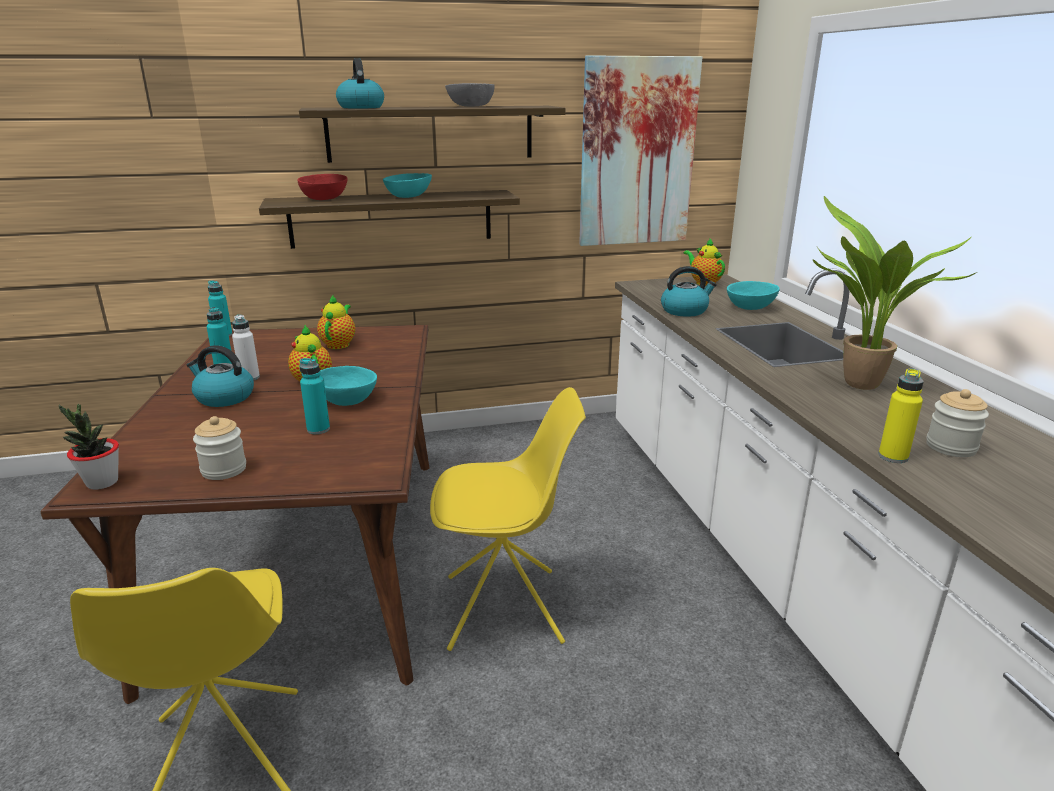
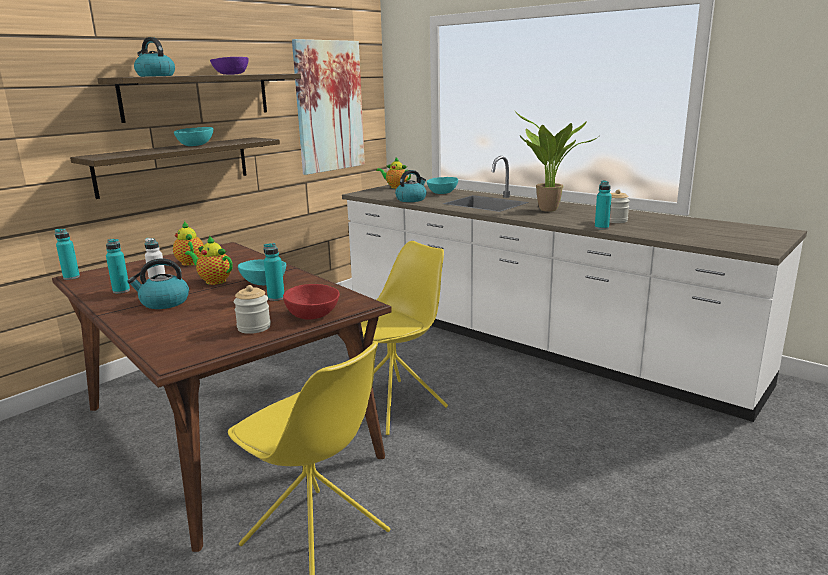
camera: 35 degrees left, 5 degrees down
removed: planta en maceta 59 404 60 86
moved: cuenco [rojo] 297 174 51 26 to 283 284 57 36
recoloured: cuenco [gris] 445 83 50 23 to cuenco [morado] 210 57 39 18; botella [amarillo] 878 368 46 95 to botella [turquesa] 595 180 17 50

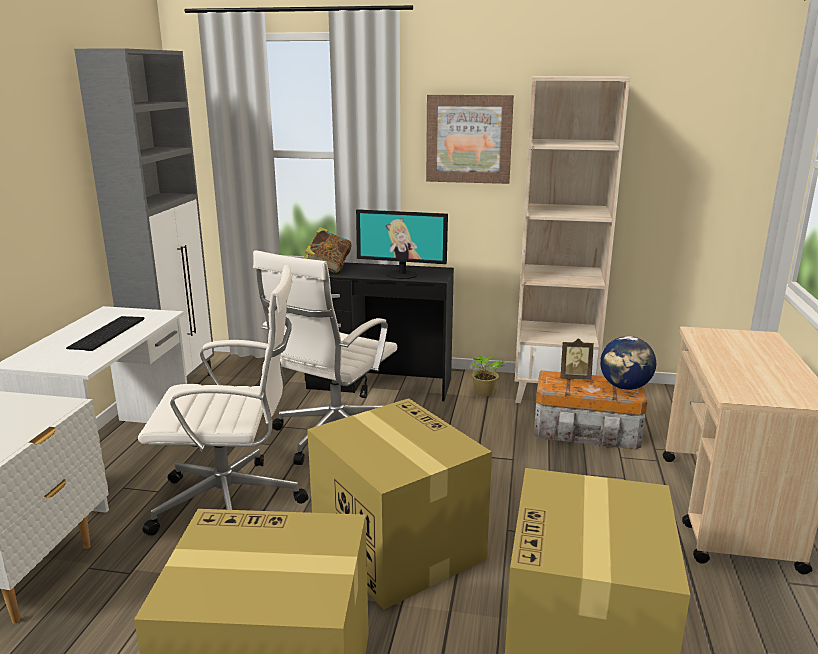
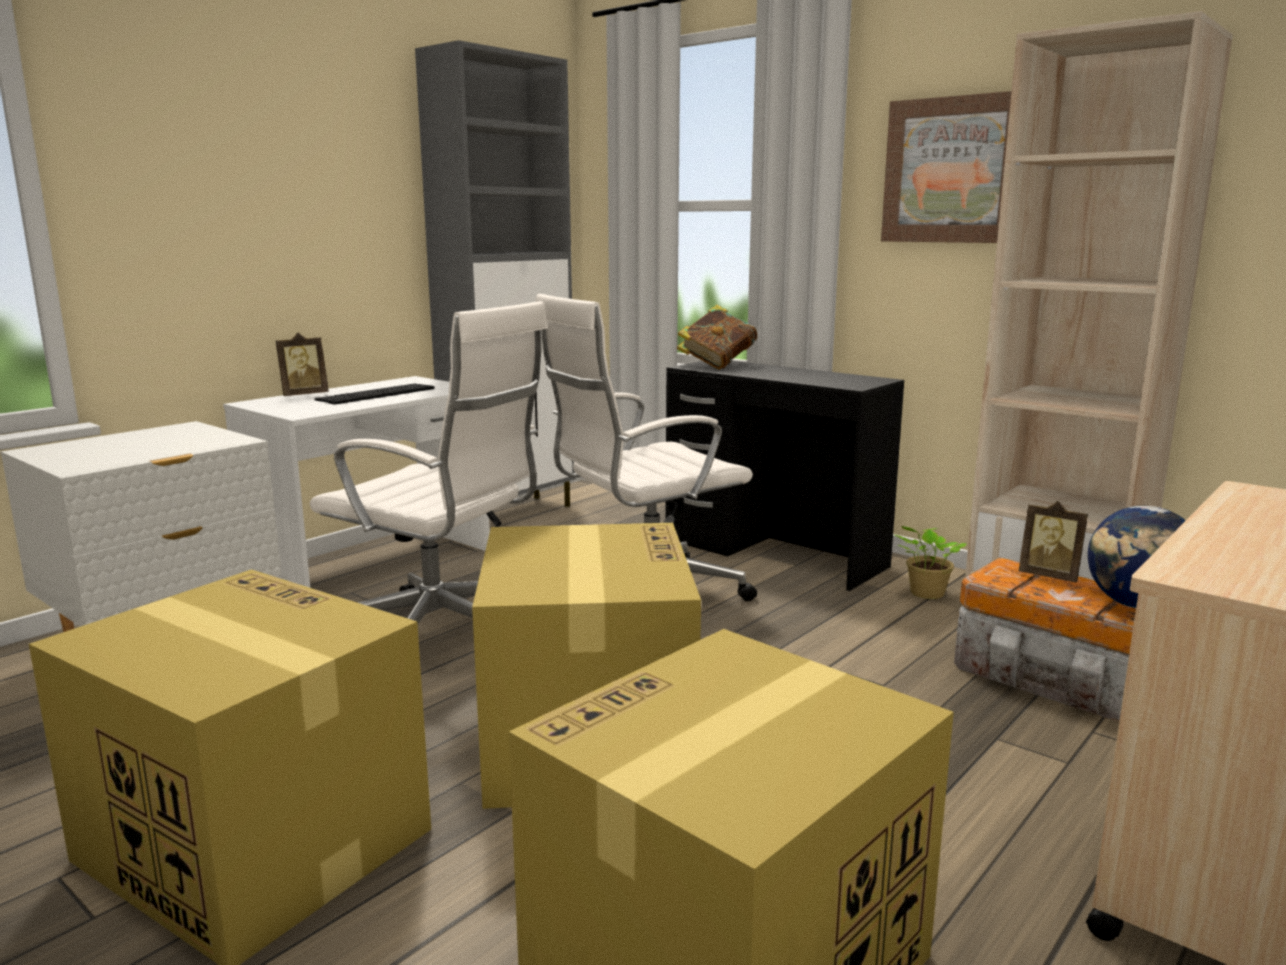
camera: 30 degrees right, 5 degrees down
removed: monitor 356 209 92 70
added: portarretratos 276 333 53 63

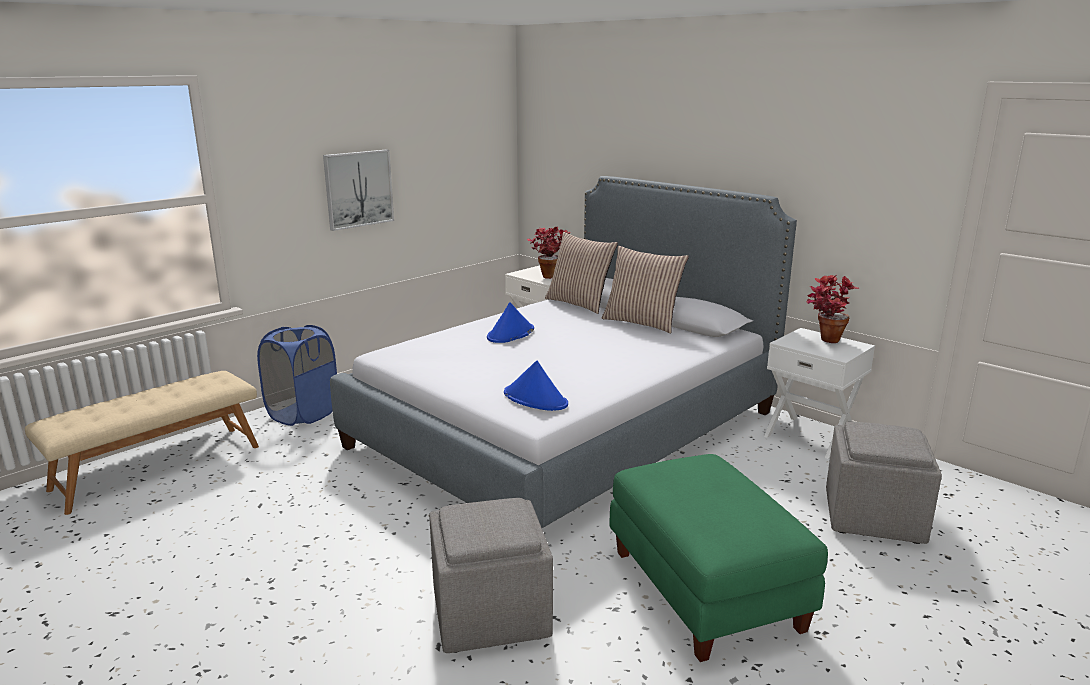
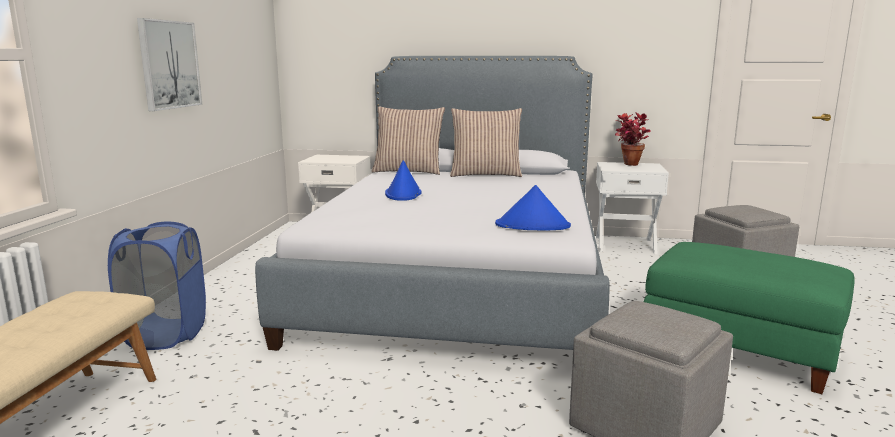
camera: 35 degrees left, 5 degrees down
removed: planta en maceta 527 227 44 52

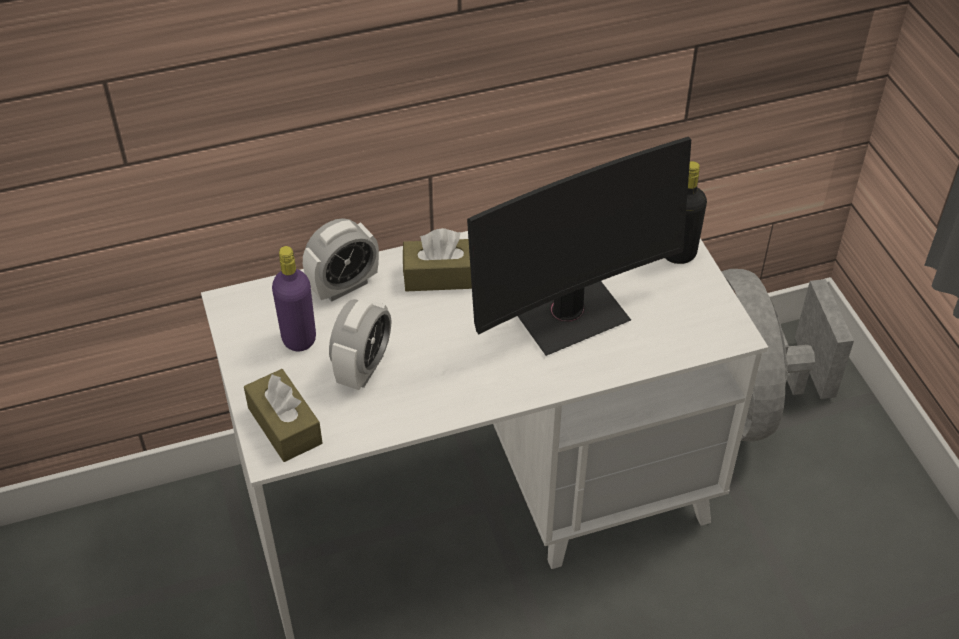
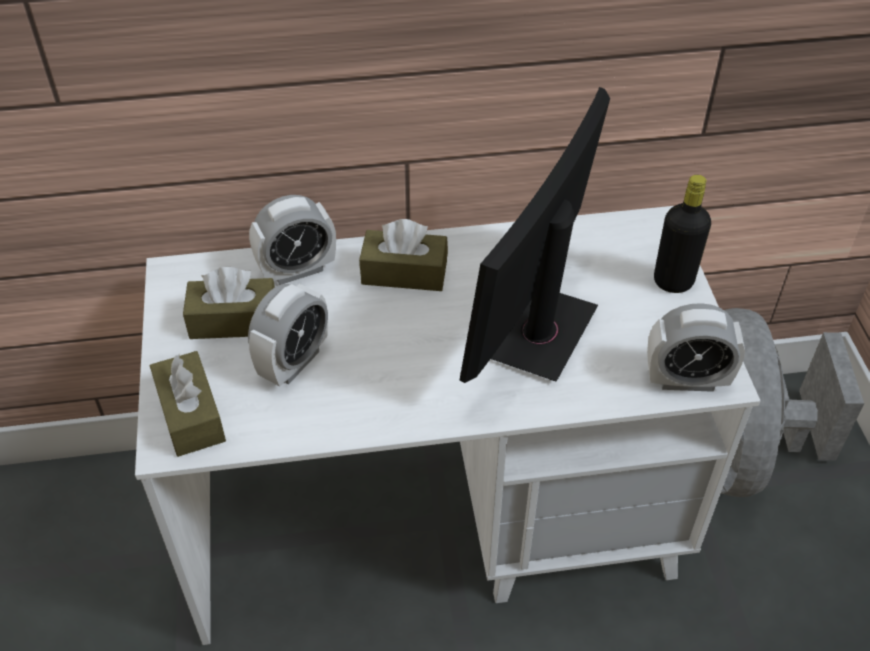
camera: 10 degrees right, 0 degrees up
added: despertador 647 303 98 89
replaced: botella [morado] 272 246 44 106 to caja de pañuelos [marrón] 183 267 92 72
turned: monitor 467 137 224 219 = 459 87 151 296 135 degrees clockwise

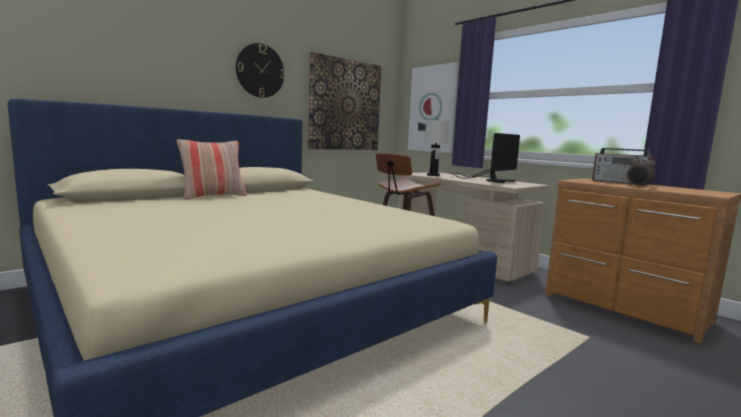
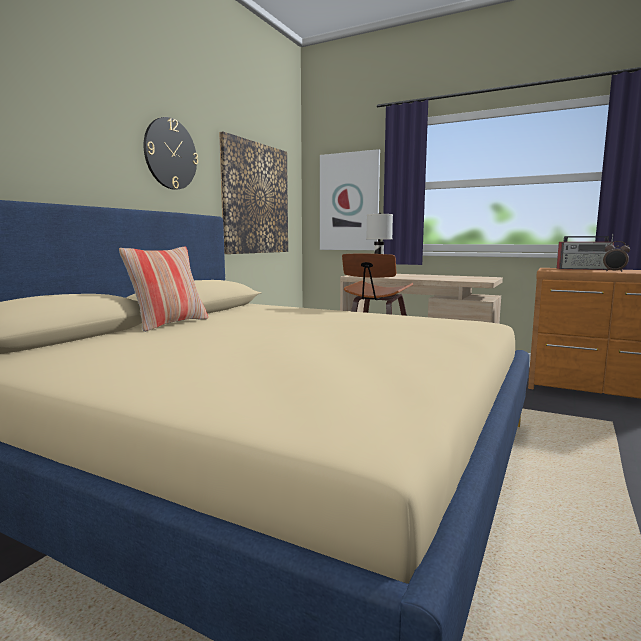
camera: 20 degrees left, 0 degrees up
removed: monitor 448 133 72 50

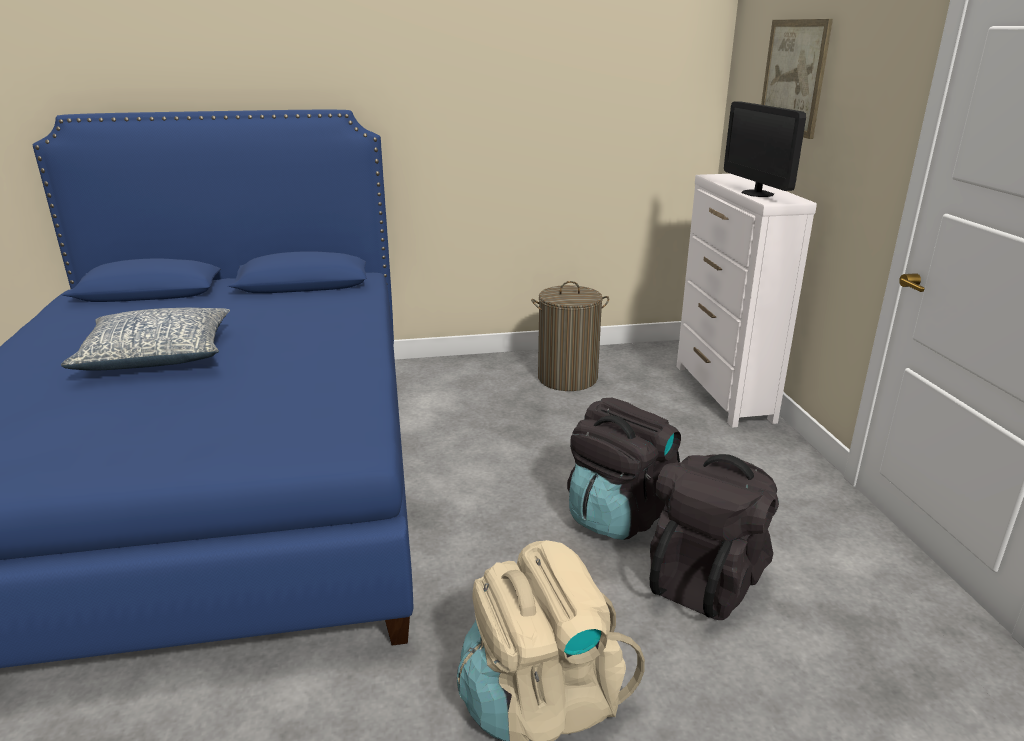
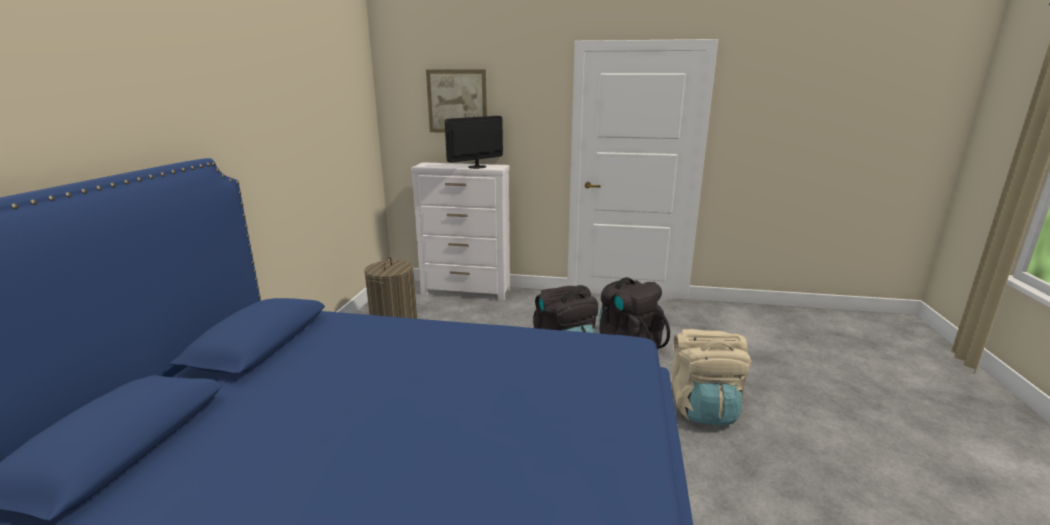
camera: 70 degrees left, 5 degrees down
removed: cojín 61 308 169 62
turned: monitor 724 101 82 96 = 445 116 58 53 135 degrees clockwise

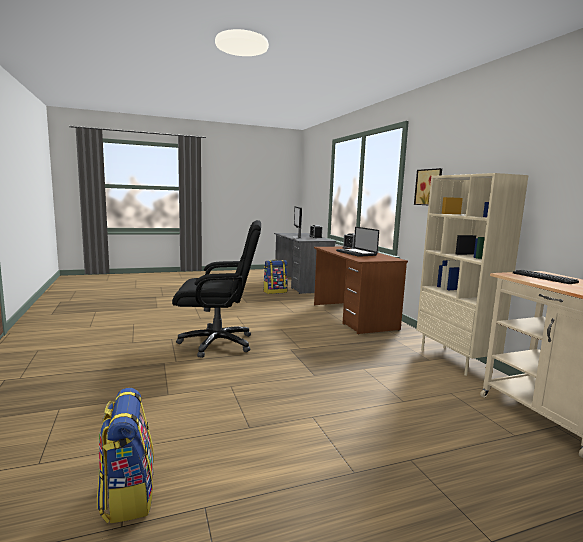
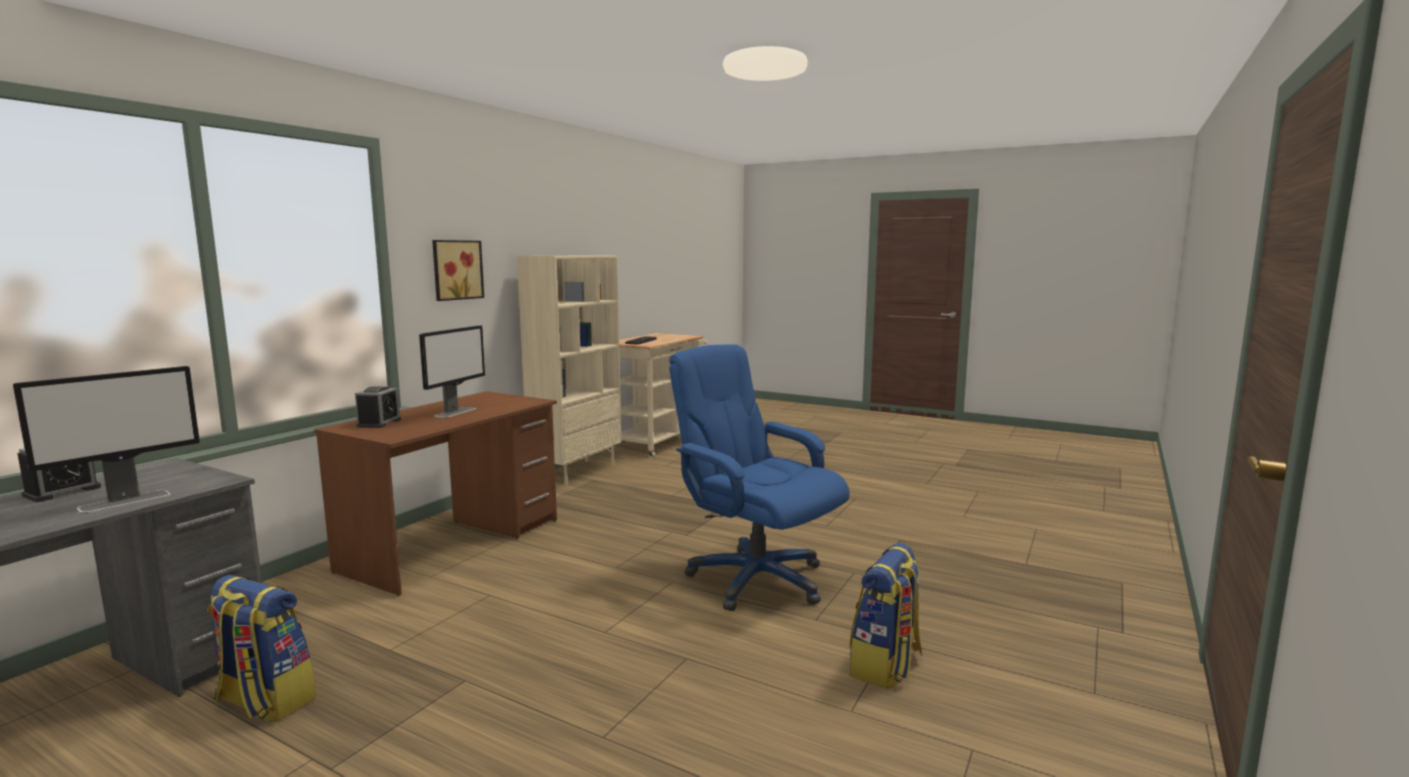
camera: 130 degrees left, 0 degrees up
moved: mochila 97 388 57 136 to 849 543 73 146
replaced: portátil 336 227 43 30 to monitor 419 325 66 93
recoloured: silla de oficina [negro] 172 220 89 138 to silla de oficina [azul] 669 344 181 267

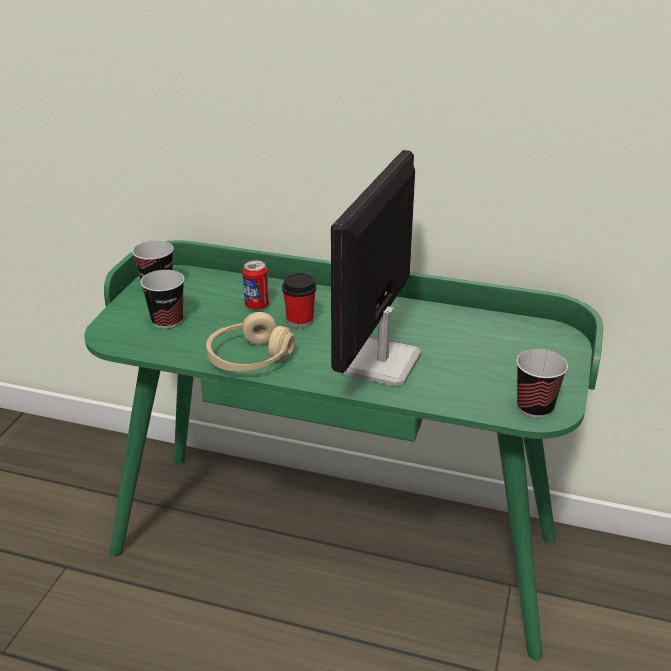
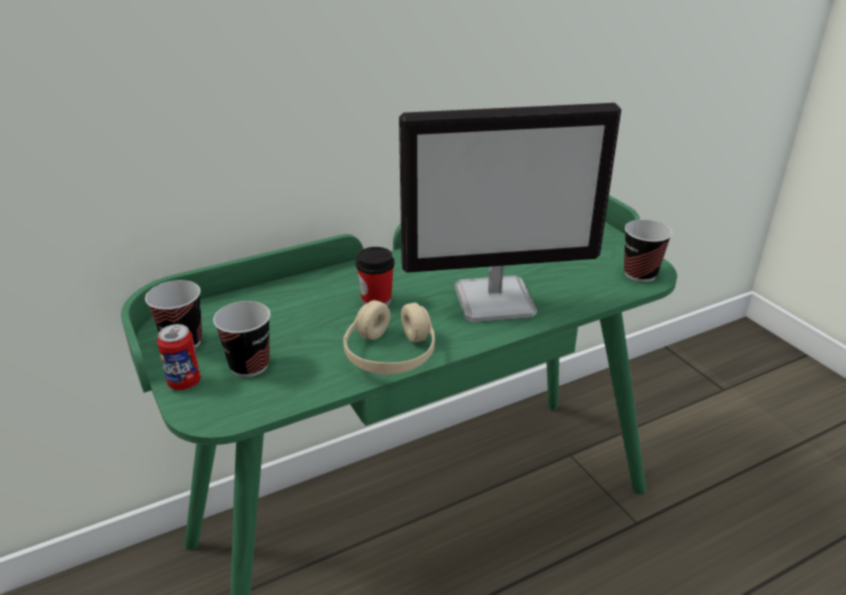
camera: 45 degrees left, 0 degrees up
moved: lata 243 260 26 50 to 157 324 44 66
turned: monitor 331 150 90 237 = 399 103 222 219 75 degrees counterclockwise

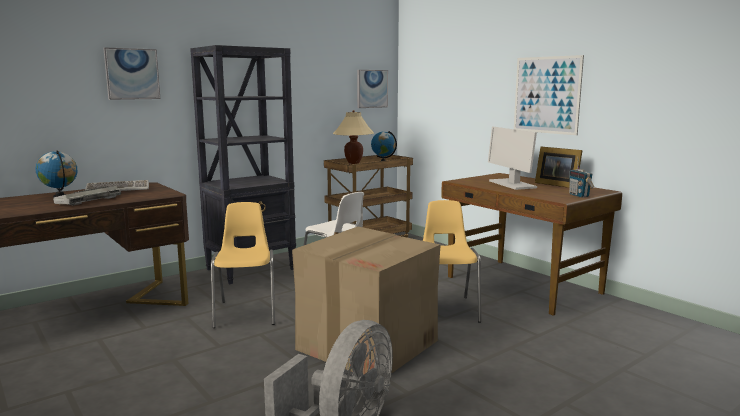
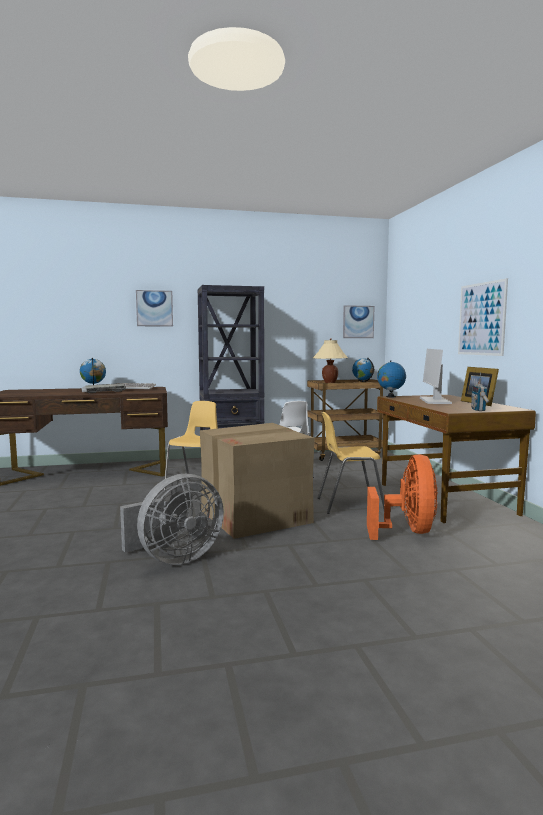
camera: 25 degrees right, 5 degrees down
added: ventilador [naranja] 367 454 71 86; globo terráqueo 377 361 29 36
turned: silla [amarillo] 423 200 58 123 = 318 412 66 102 120 degrees counterclockwise

